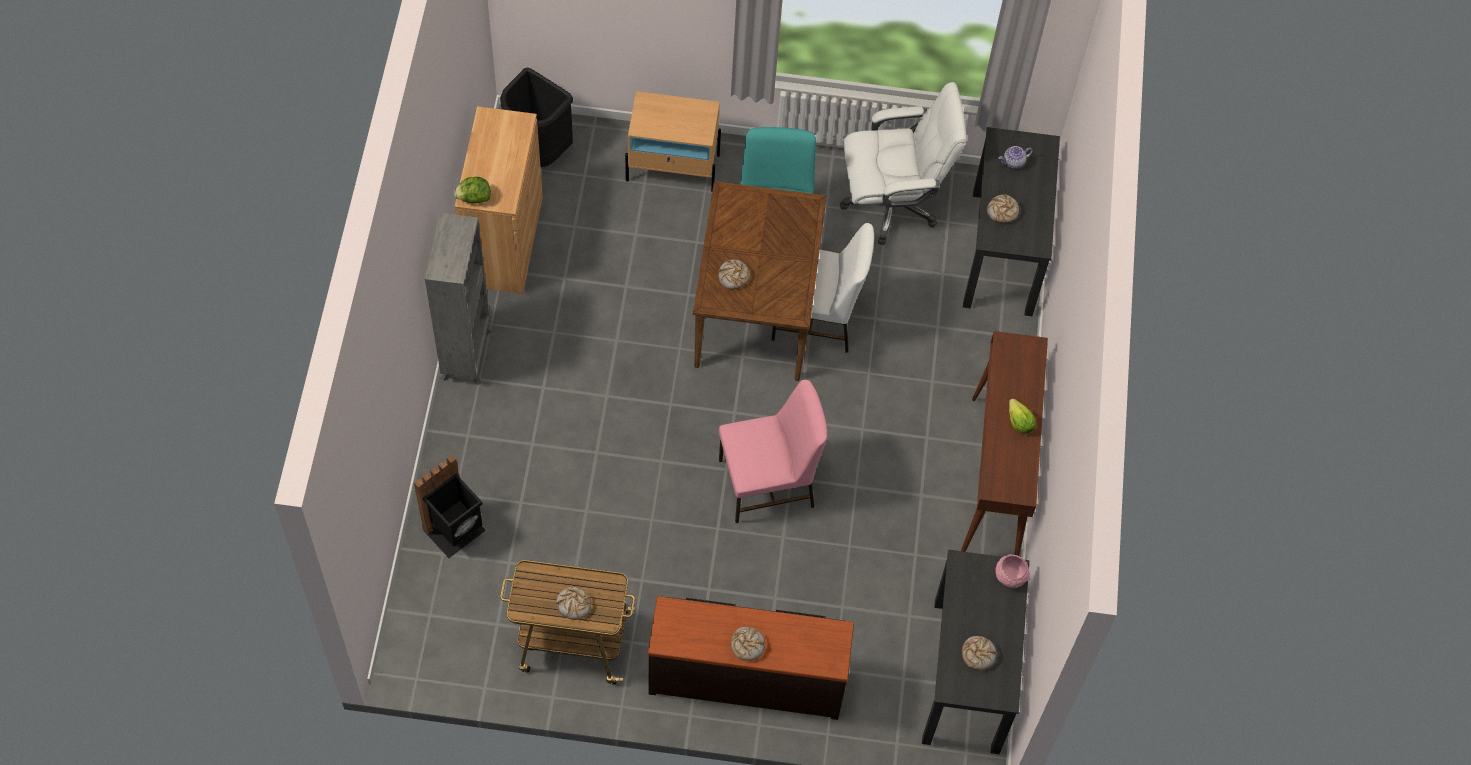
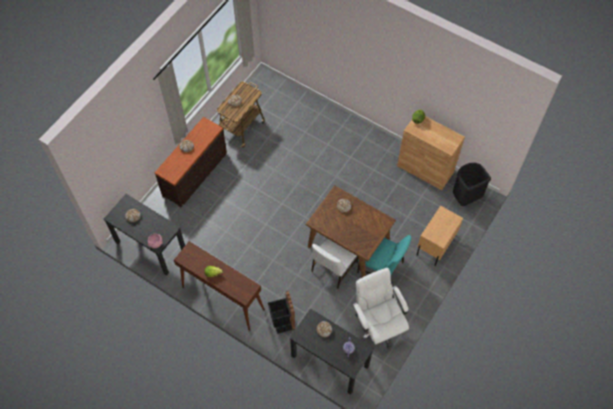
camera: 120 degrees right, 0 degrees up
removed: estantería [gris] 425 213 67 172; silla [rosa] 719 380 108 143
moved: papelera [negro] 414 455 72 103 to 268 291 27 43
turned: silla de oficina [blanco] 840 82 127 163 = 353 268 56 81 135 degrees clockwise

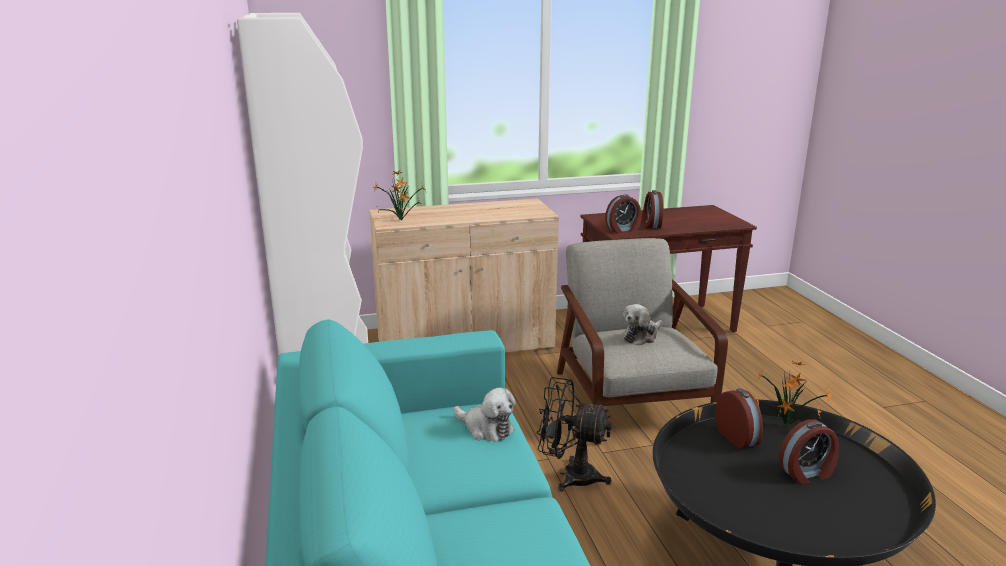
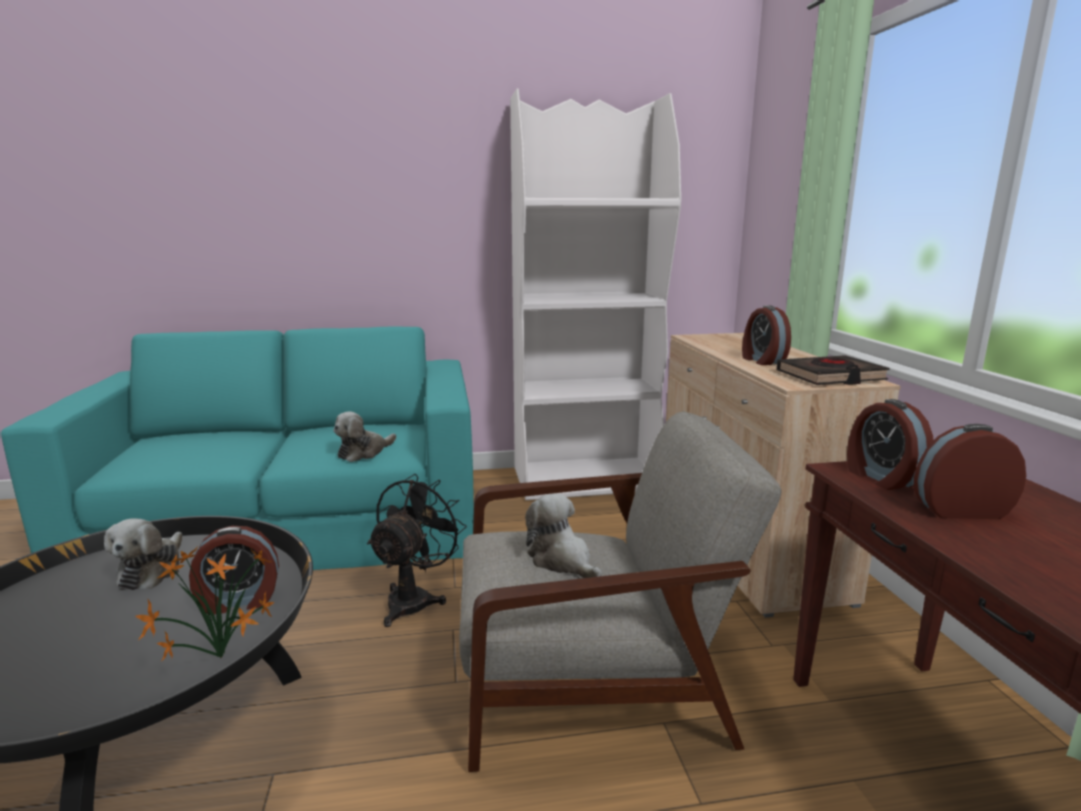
camera: 95 degrees right, 5 degrees down
removed: planta en maceta 373 170 53 51
added: peluche 104 518 78 72; libro [negro] 776 355 114 30
moved: despertador 779 420 60 64 to 742 305 49 60

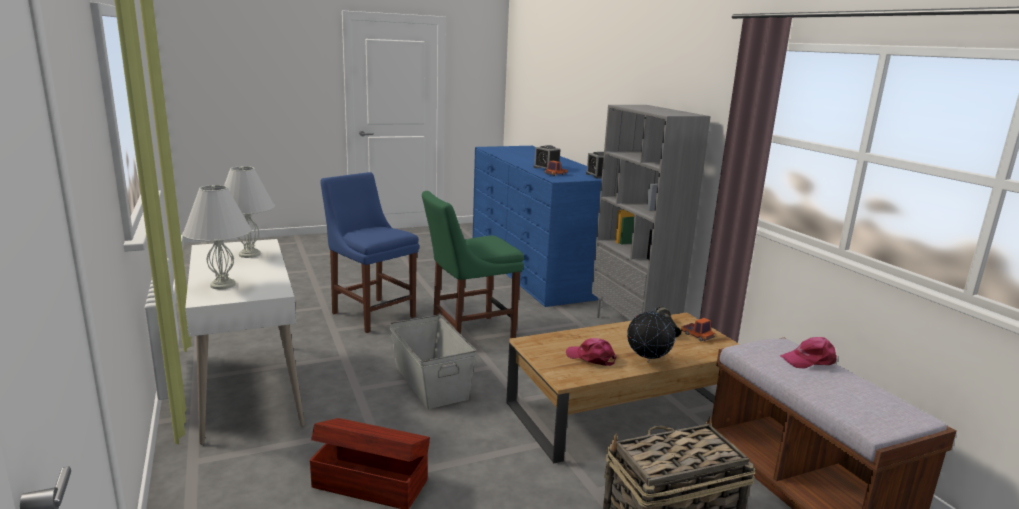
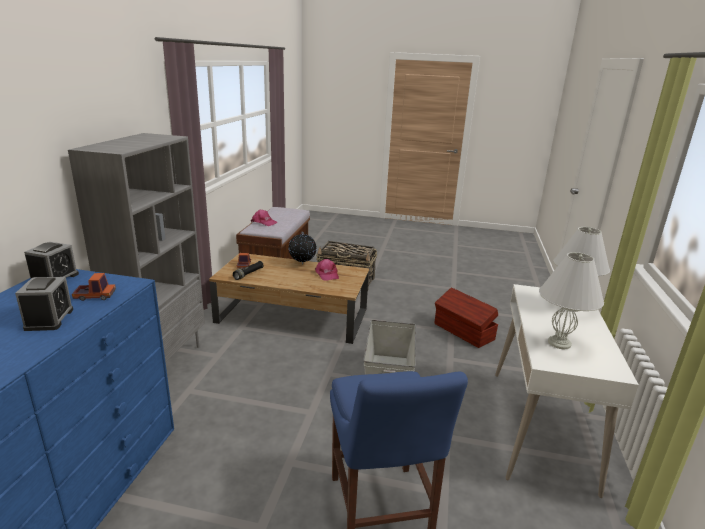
camera: 145 degrees left, 5 degrees up
removed: silla [verde] 422 191 102 147

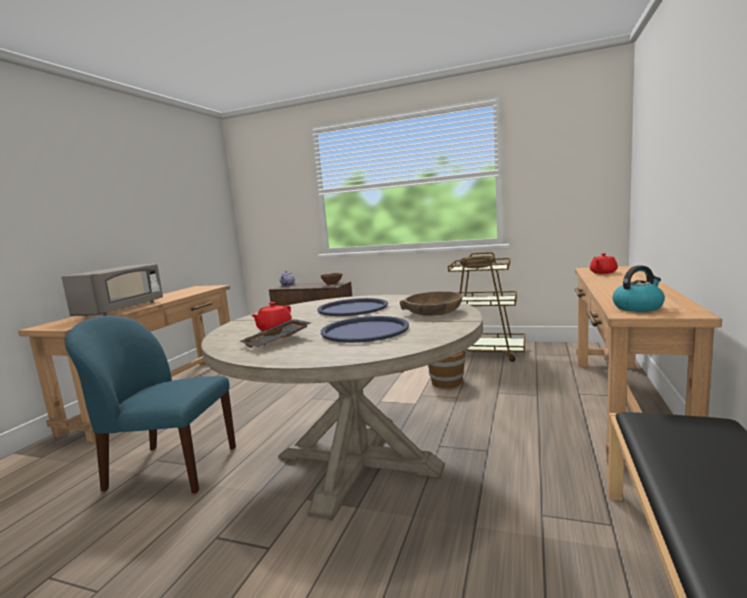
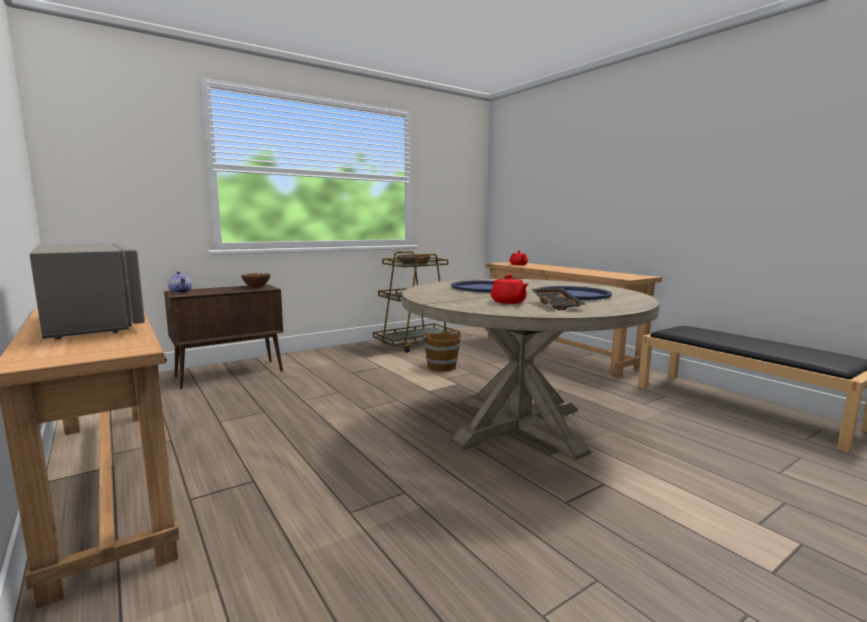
camera: 55 degrees left, 0 degrees up
removed: silla [azul] 65 316 171 177; cuenco [marrón] 400 291 63 25; hervidor 612 265 53 47

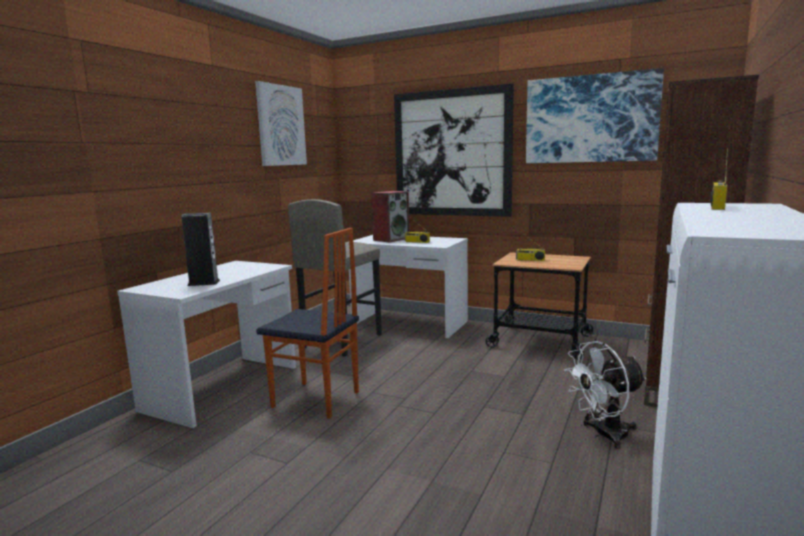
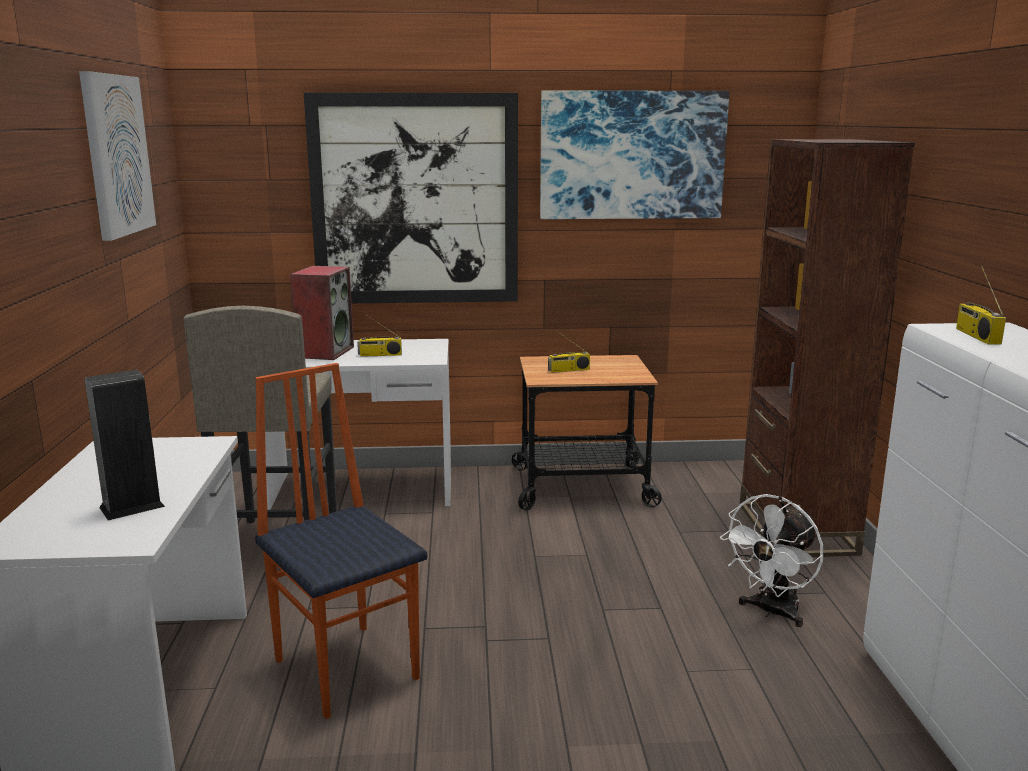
camera: 30 degrees left, 5 degrees up
turned: silla 256 228 103 191 = 255 363 172 356 120 degrees counterclockwise

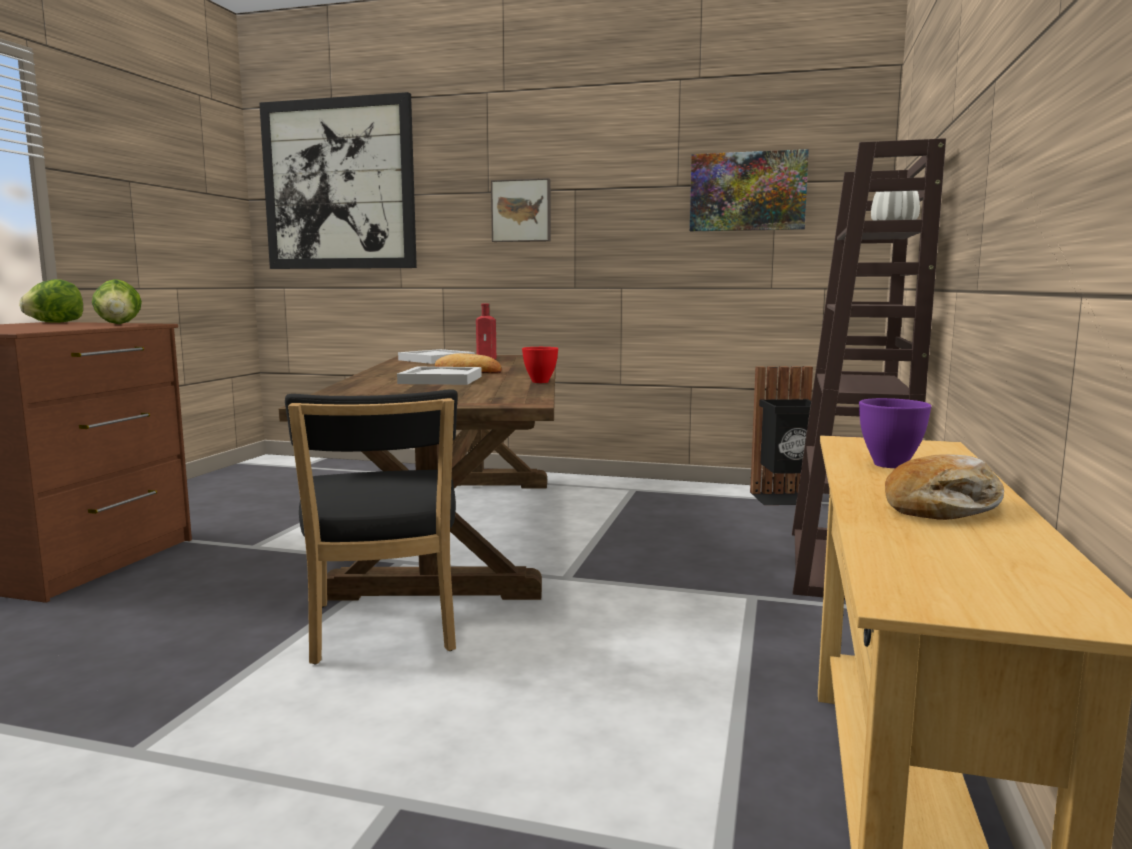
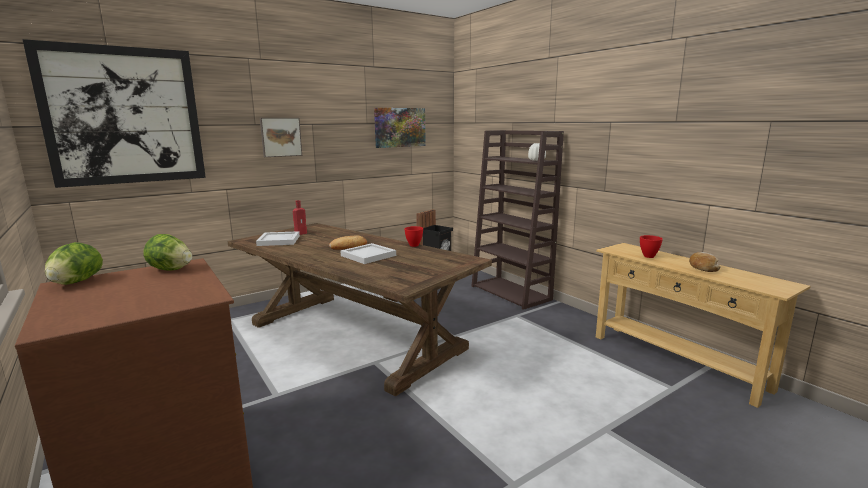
camera: 50 degrees left, 5 degrees up
removed: silla [negro] 285 389 173 275
recoloured: cuenco [morado] 859 398 73 70 to cuenco [rojo] 640 235 23 23

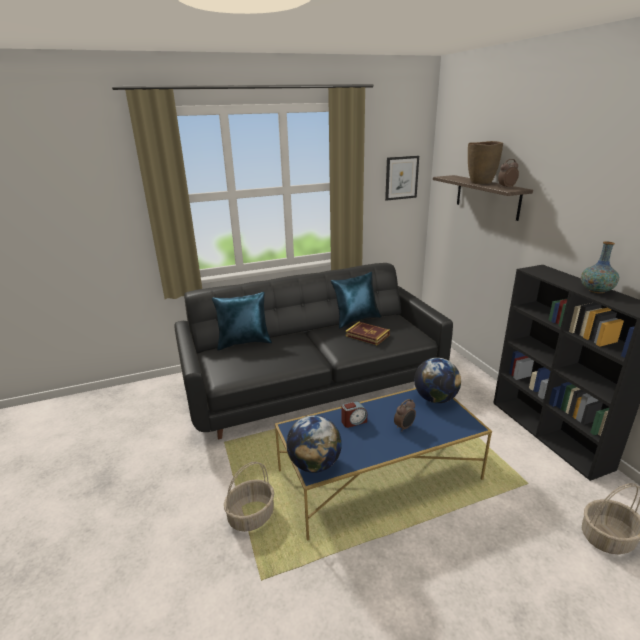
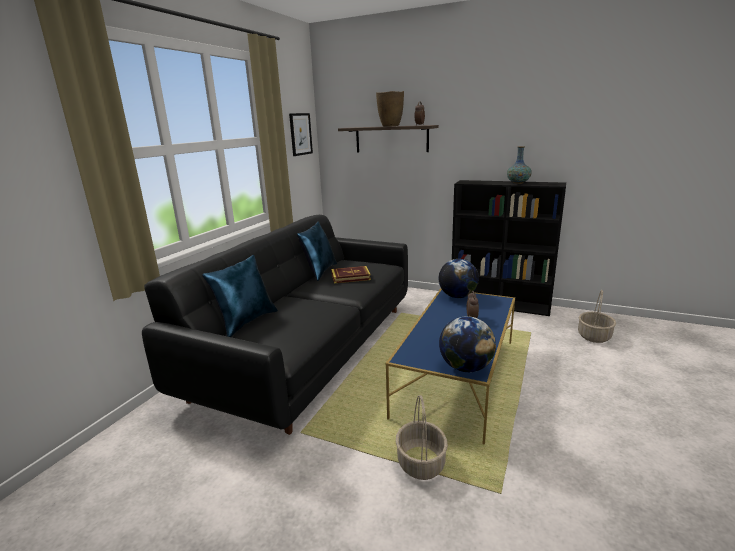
camera: 45 degrees left, 5 degrees down
removed: despertador 342 401 25 27

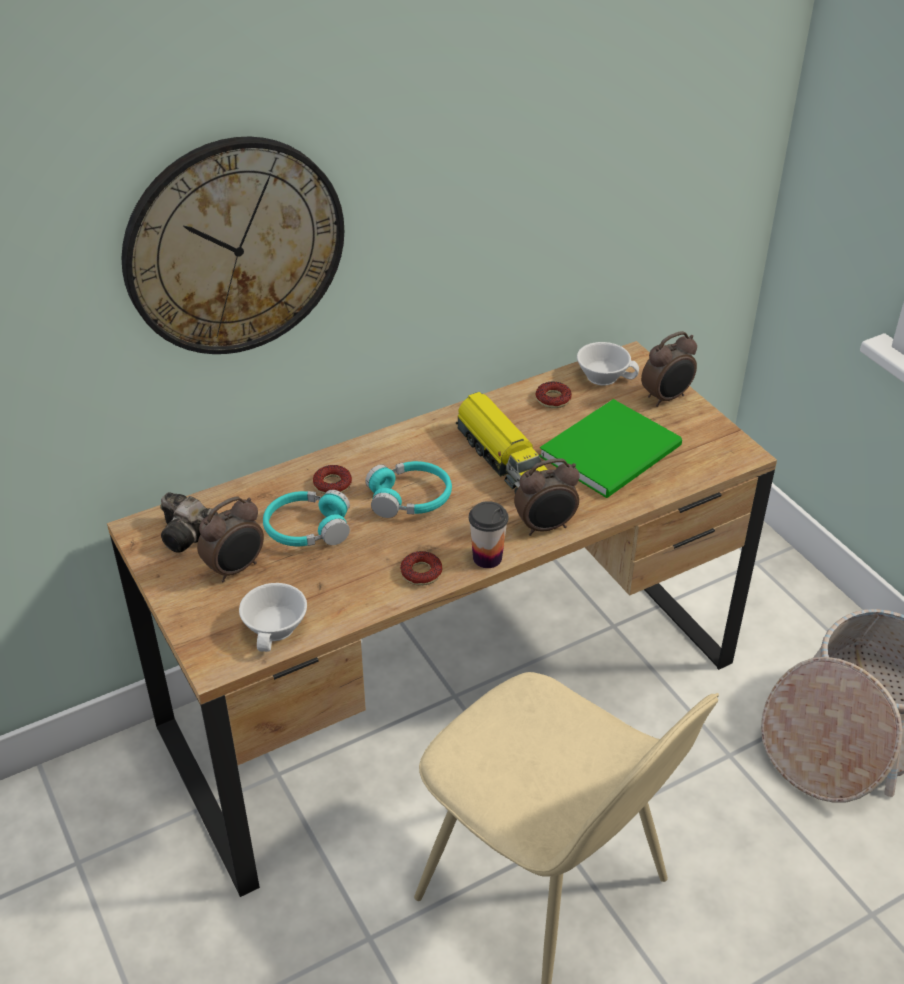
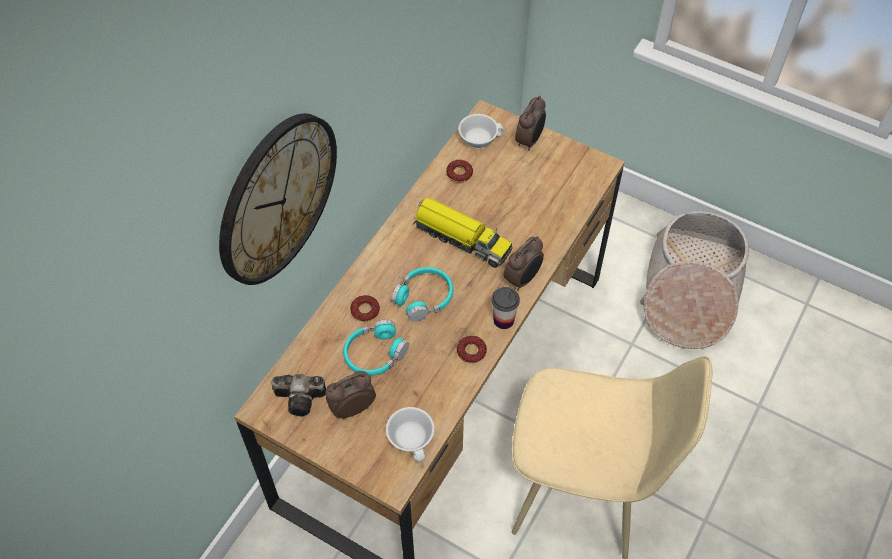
camera: 30 degrees left, 15 degrees up
removed: libro [verde] 539 399 143 99
turned: despertador 197 496 67 86 = 325 371 51 49 135 degrees counterclockwise

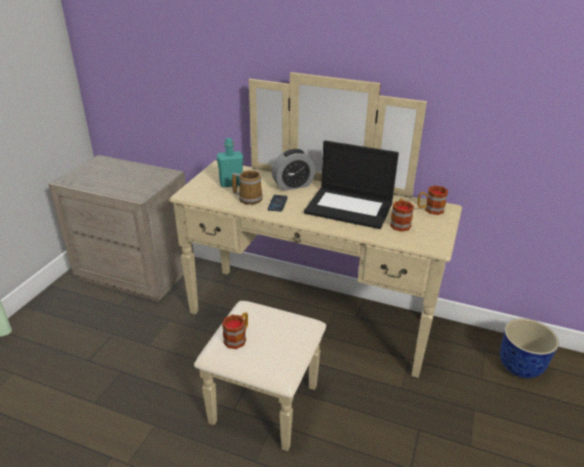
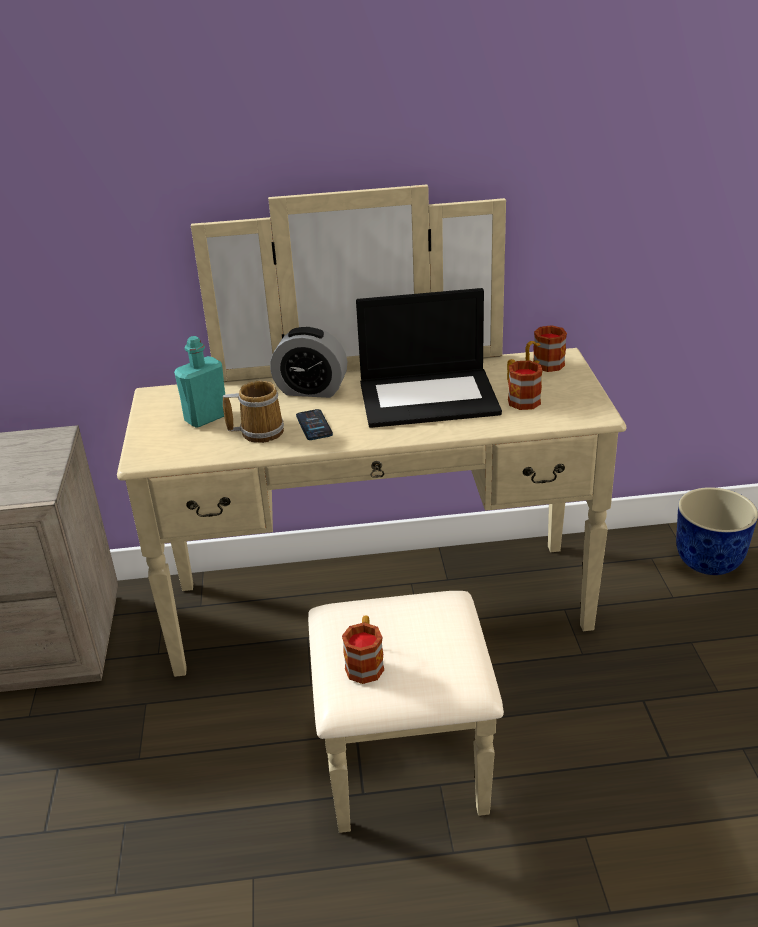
camera: 25 degrees left, 0 degrees up
turned: despertador 272 149 44 42 = 270 327 77 71 60 degrees clockwise

